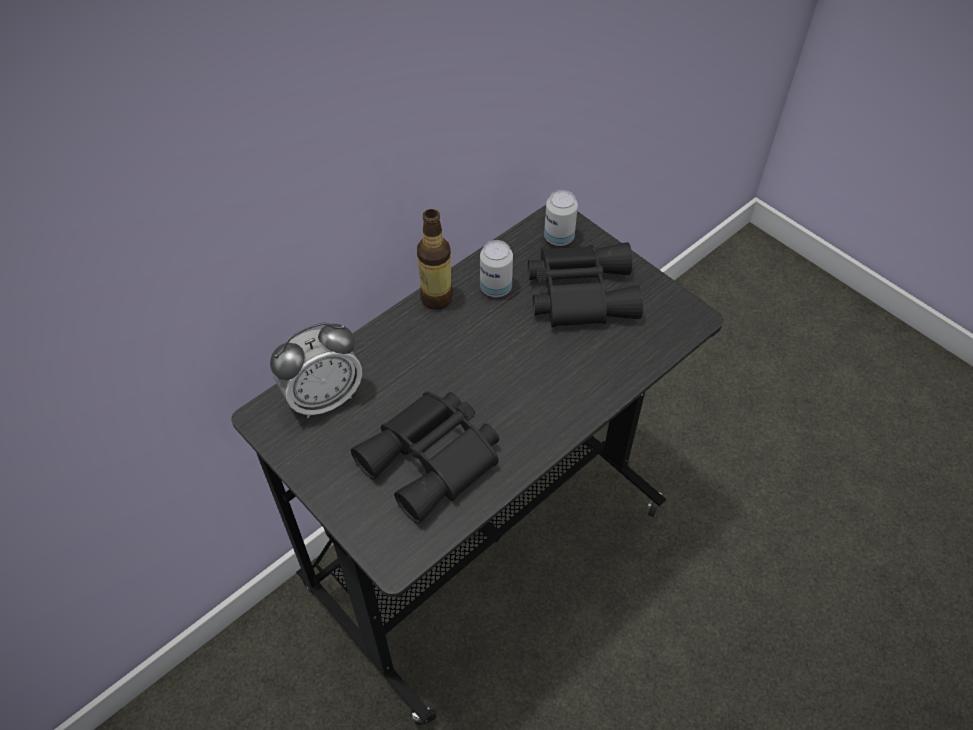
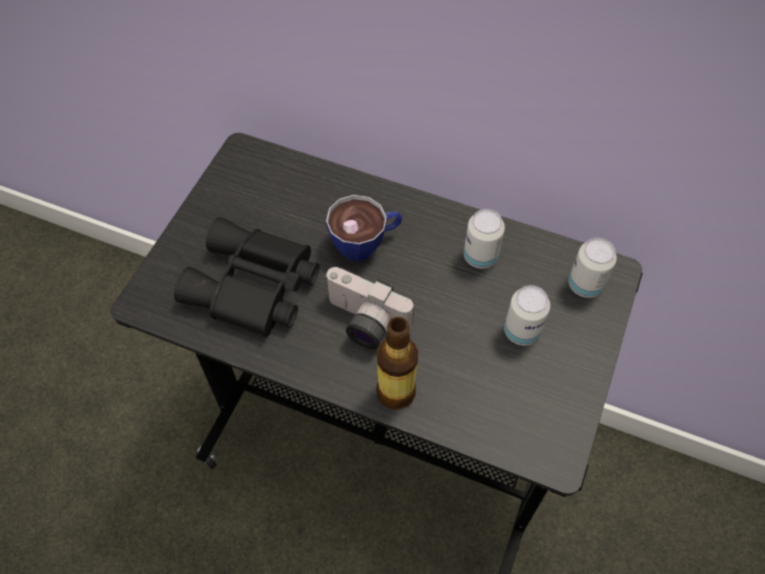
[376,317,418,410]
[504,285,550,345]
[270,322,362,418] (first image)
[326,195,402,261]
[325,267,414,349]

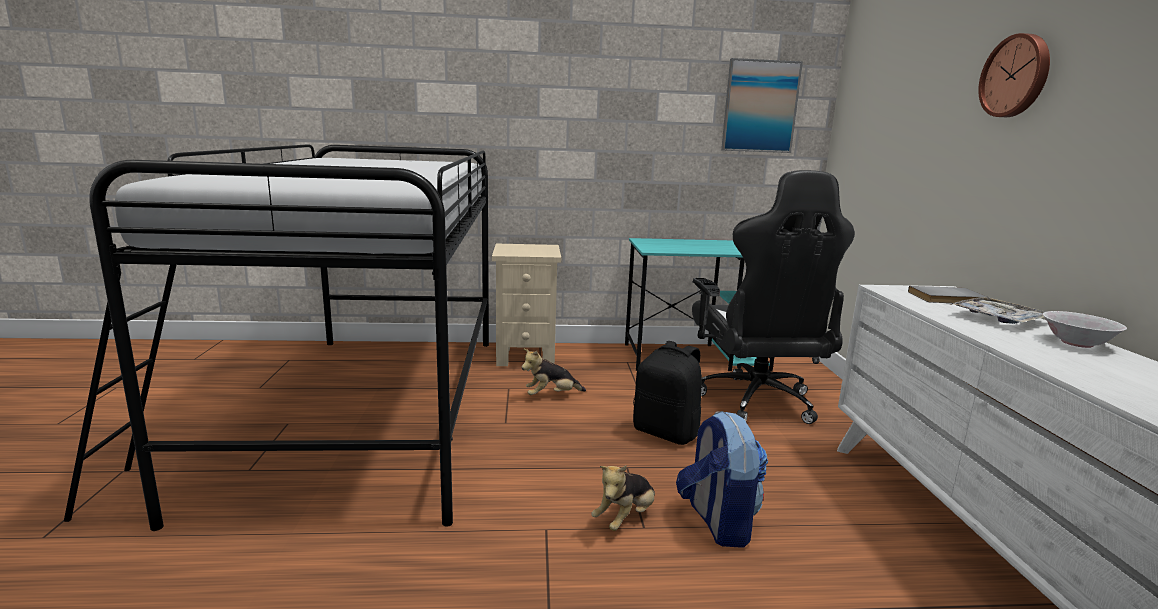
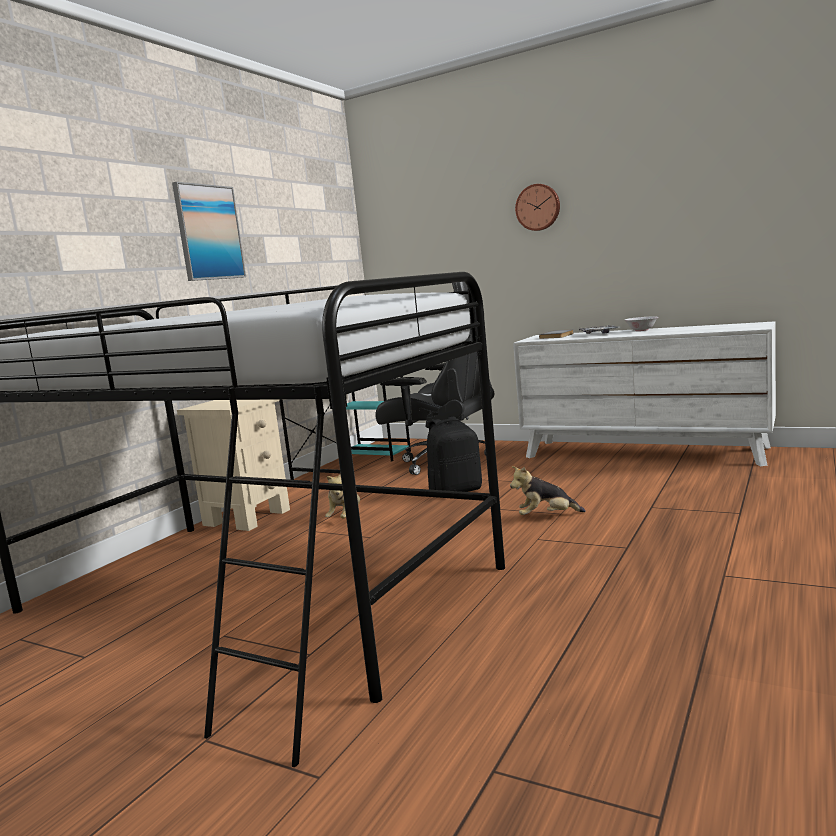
[172,182,246,281]
[676,411,768,548] (first image)
[510,466,586,515]

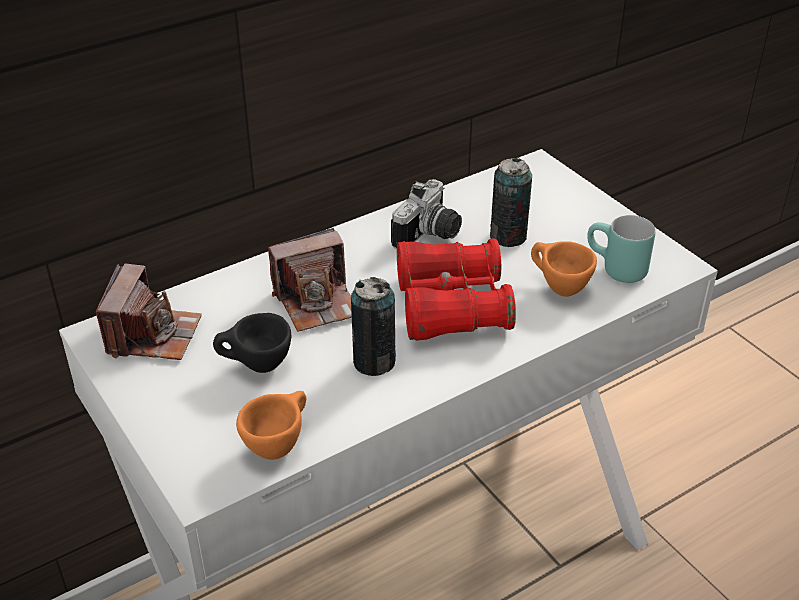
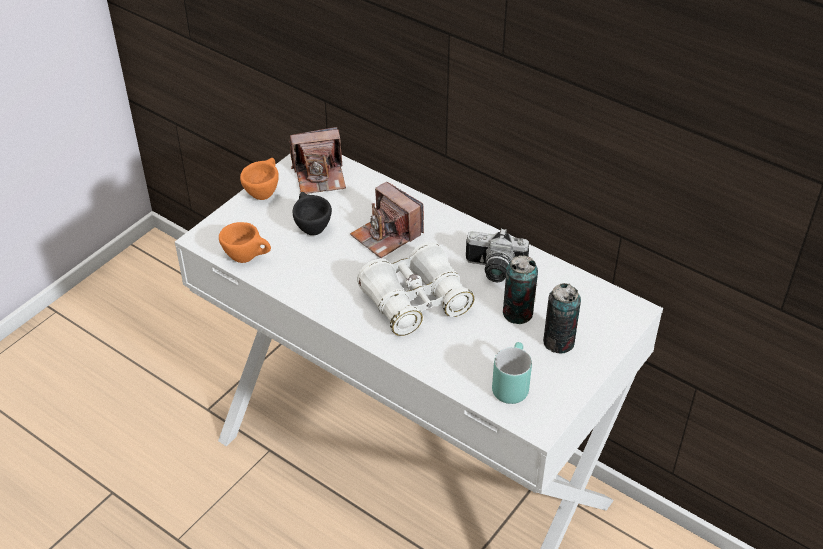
[357,242,474,336]
[240,158,279,200]
[543,283,581,353]

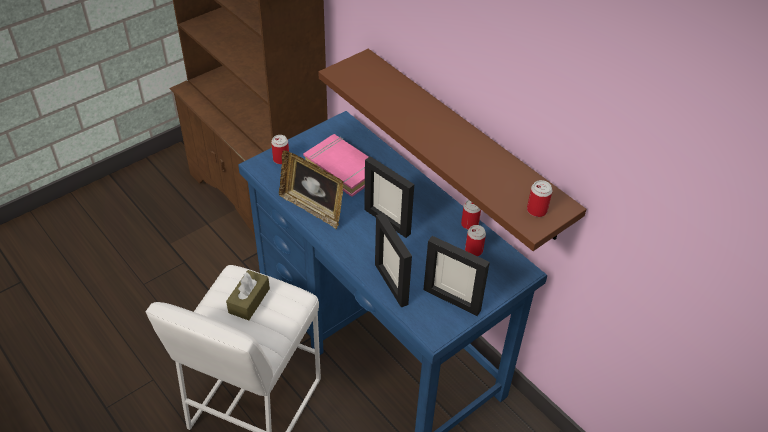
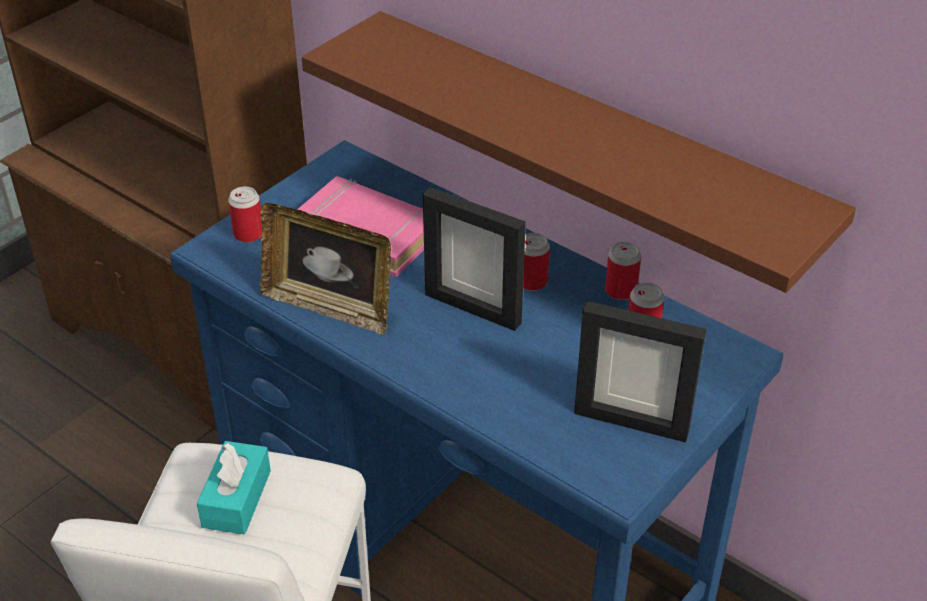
[523,233,550,291]
[375,213,412,307] (first image)
[197,441,271,534]

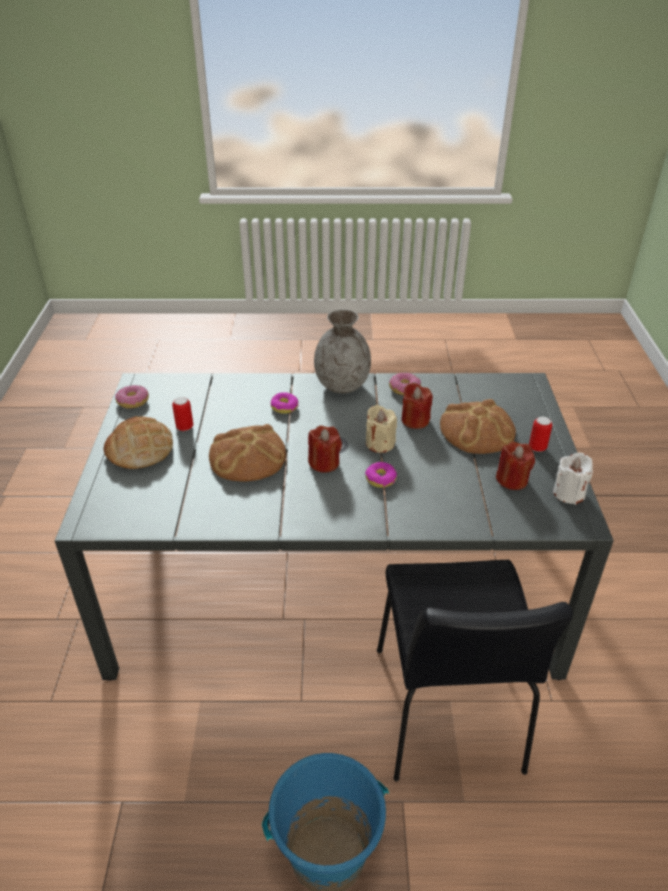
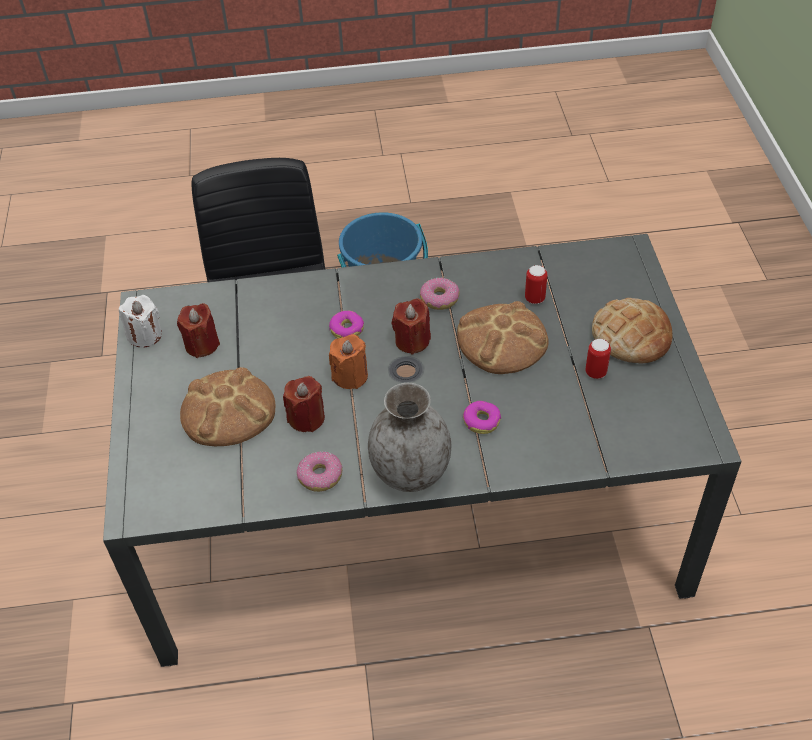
[420,278,459,310]
[329,334,368,389]
[525,265,547,304]

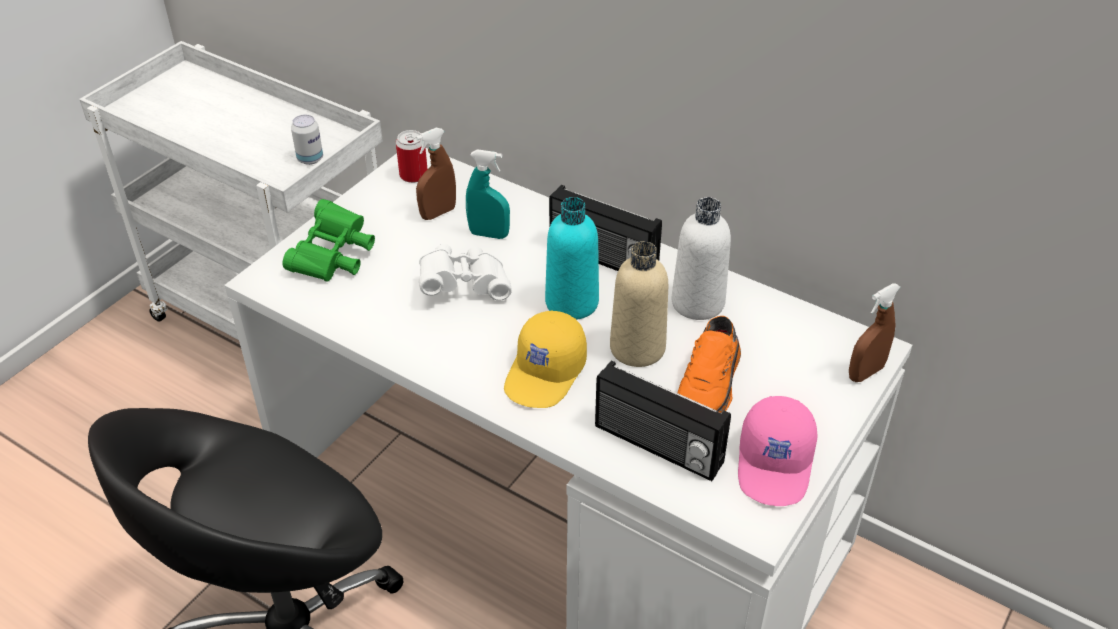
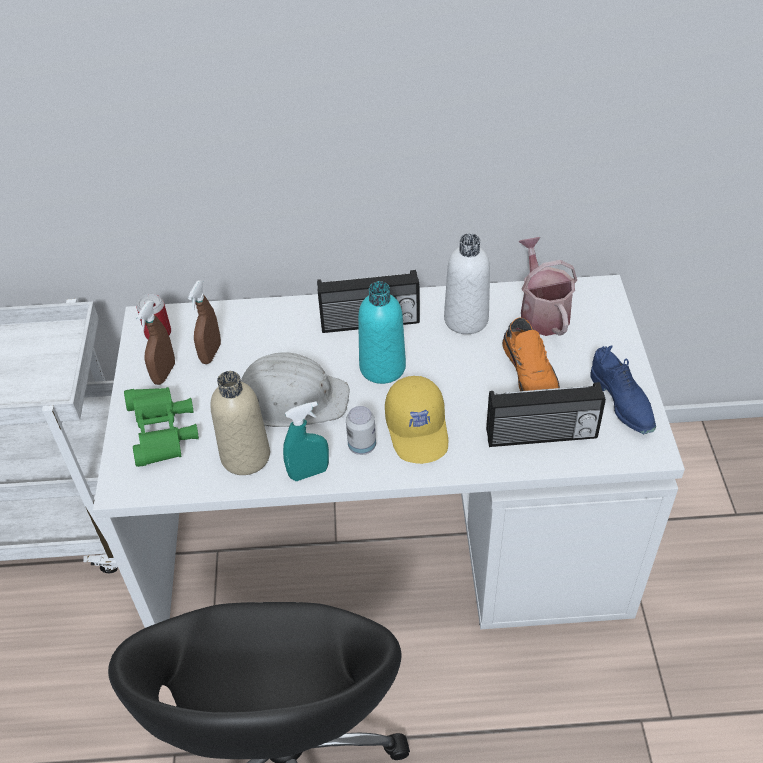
[346,406,376,455]
[283,401,329,481]
[210,371,270,475]
[241,353,350,427]
[136,300,175,385]
[590,345,656,434]
[519,237,577,336]

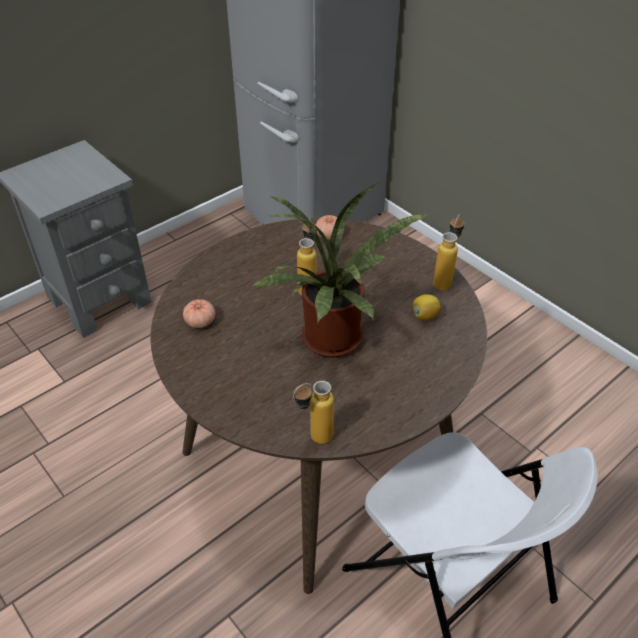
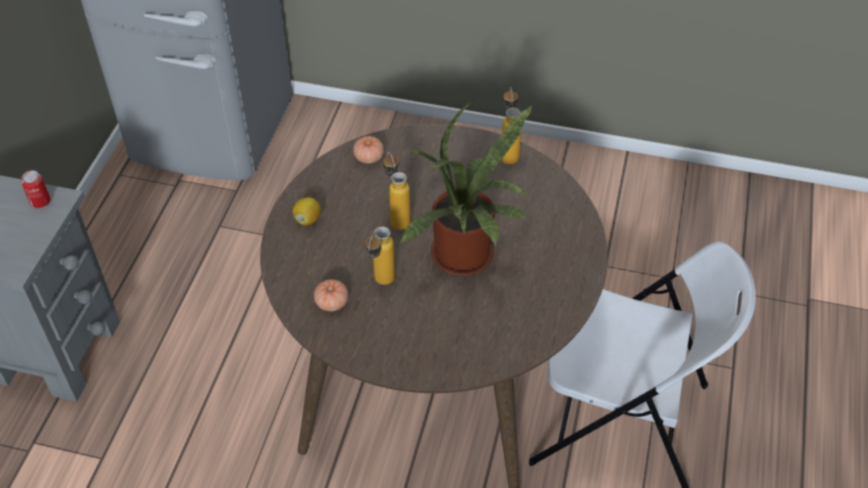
[292,197,321,225]
[365,227,395,285]
[21,171,50,208]

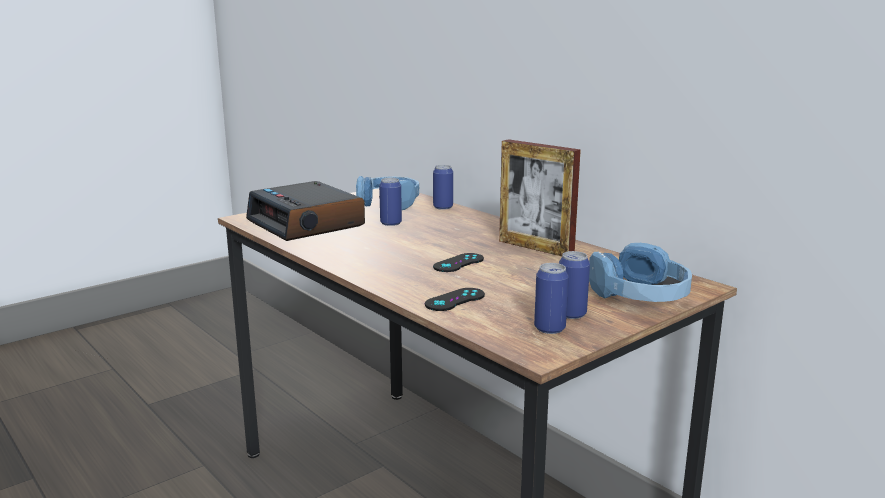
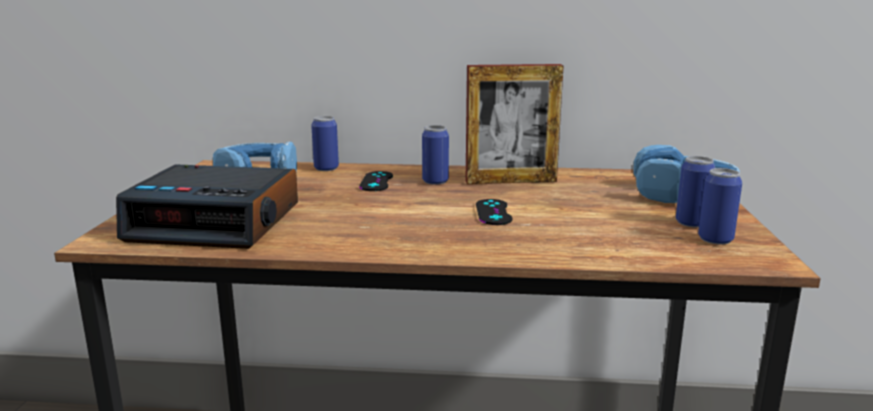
[422,125,449,185]
[359,171,393,191]

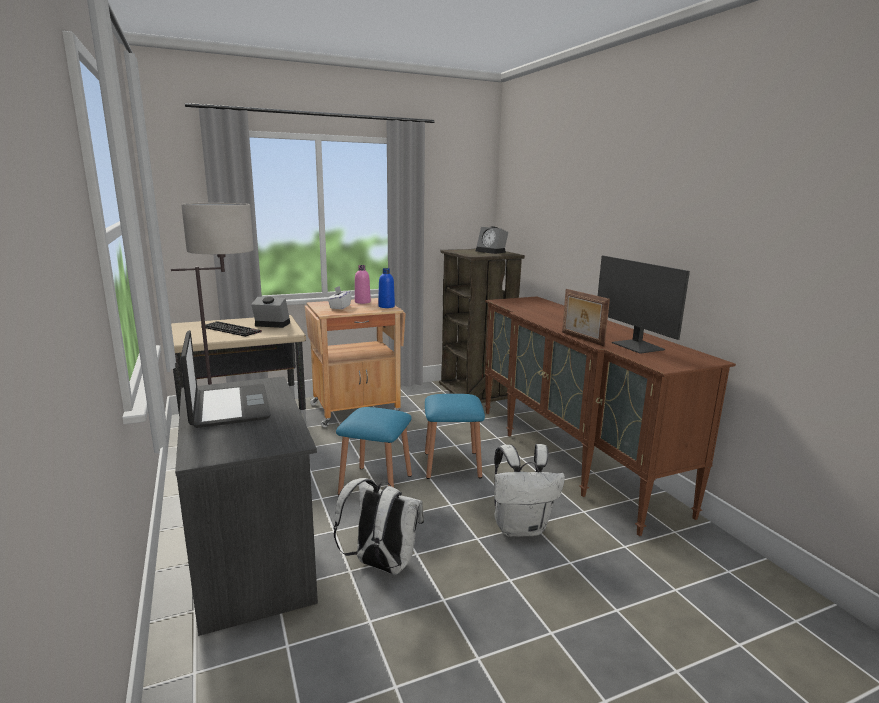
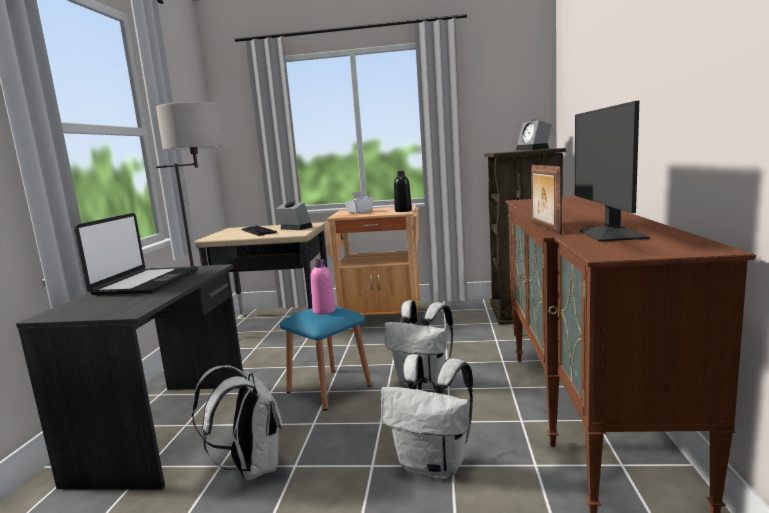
[310,259,336,314]
[394,171,412,212]
[384,300,453,389]

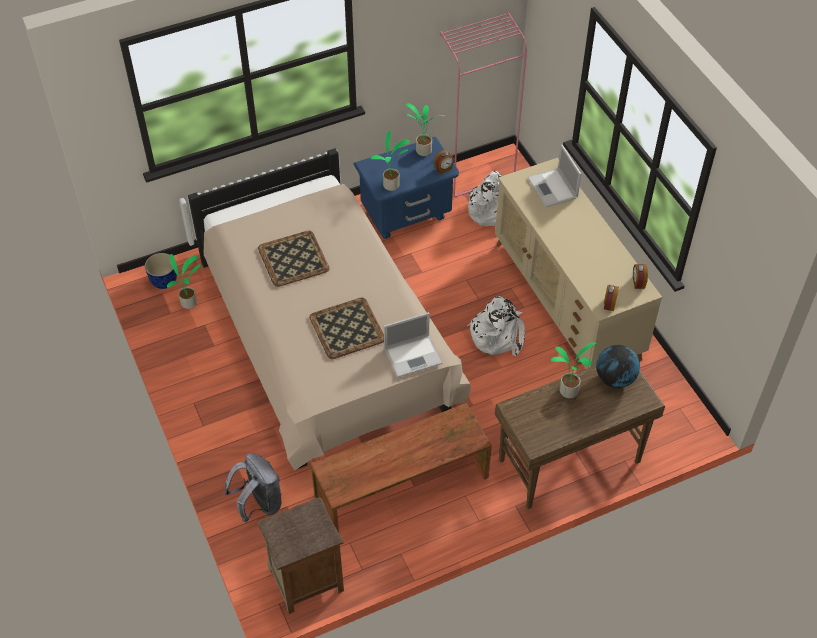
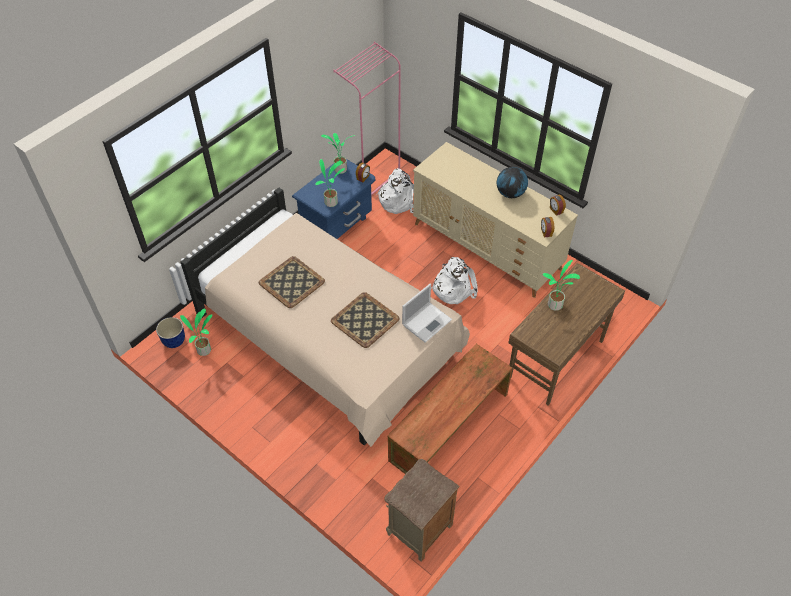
[528,145,581,207] (first image)
[497,167,528,198]
[225,453,282,522] (first image)

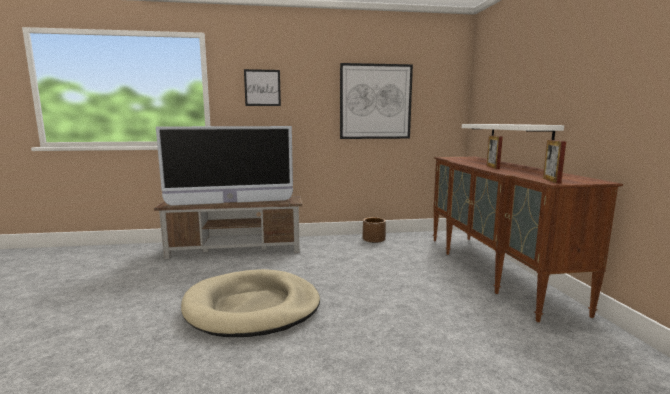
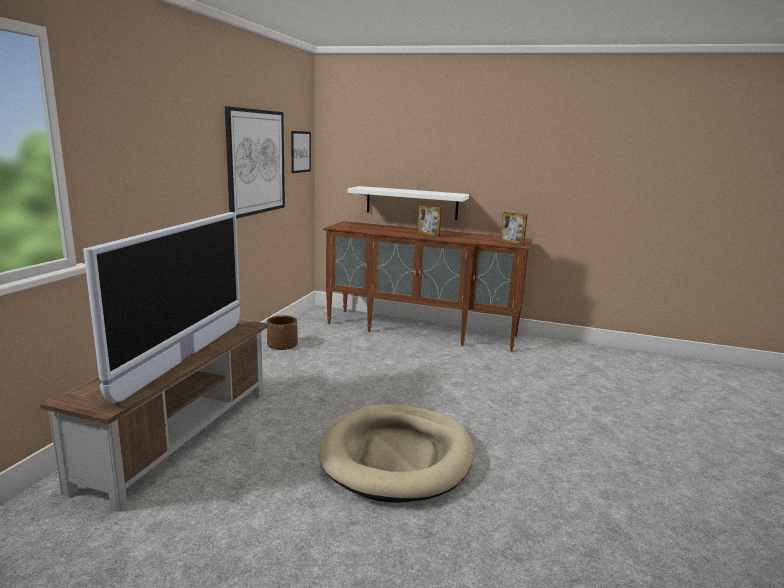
[291,131,311,173]

